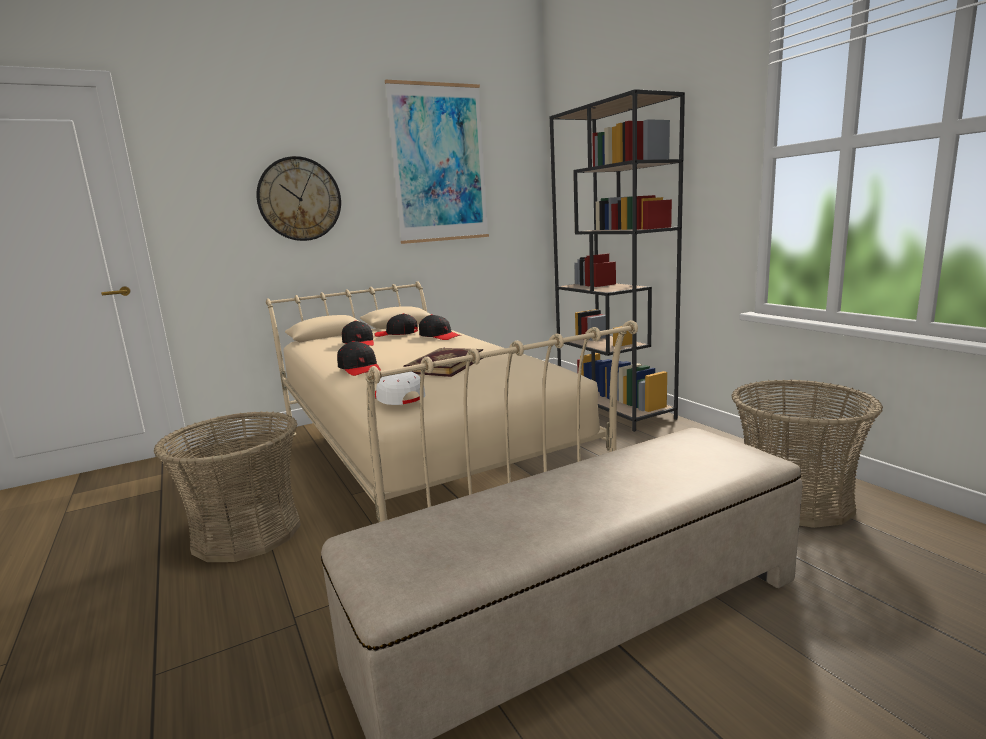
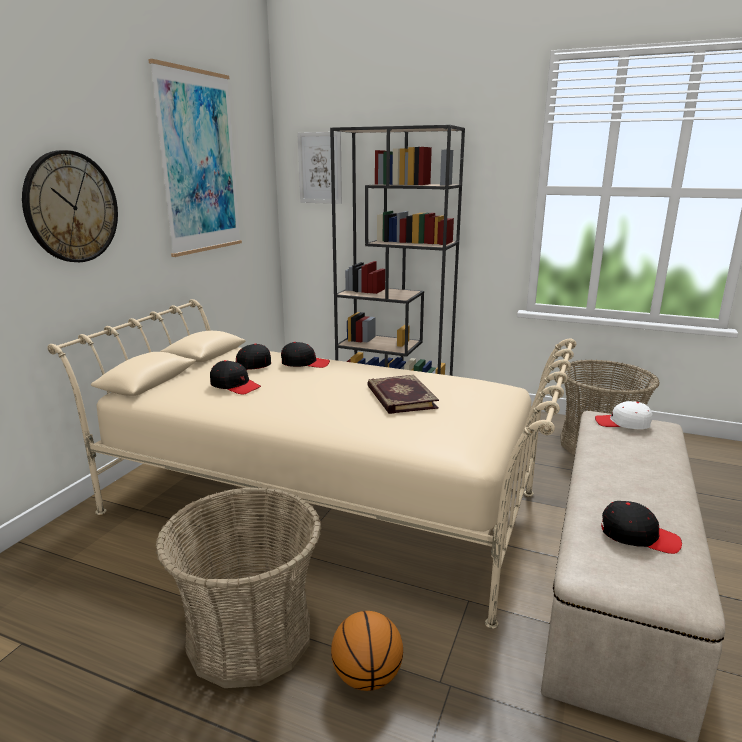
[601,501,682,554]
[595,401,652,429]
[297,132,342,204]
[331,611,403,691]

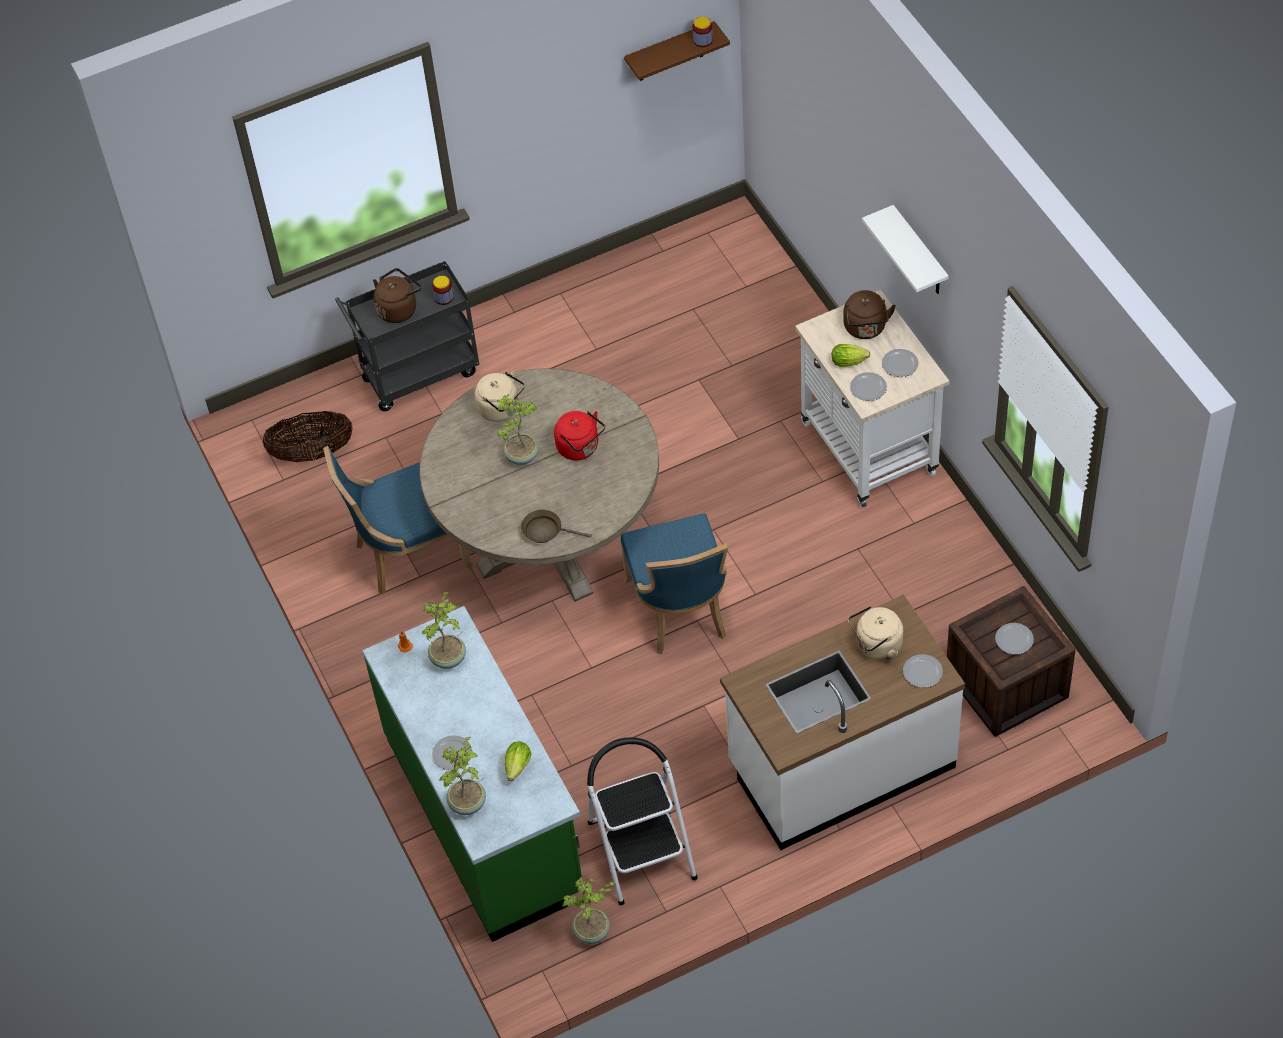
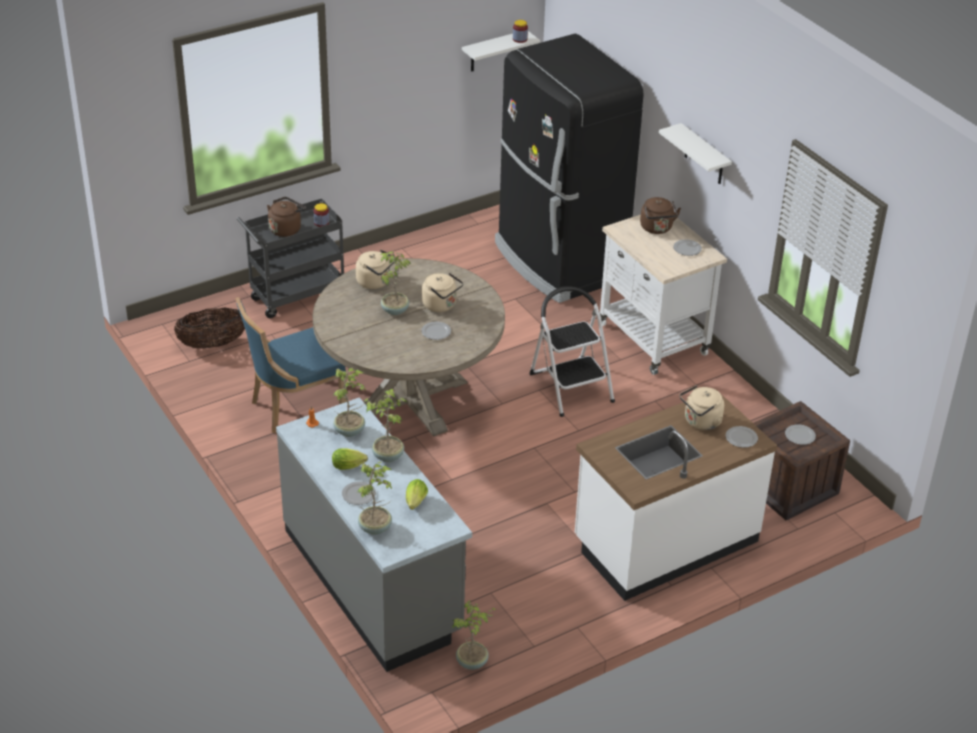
[462,31,540,72]
[332,449,368,470]
[421,322,451,340]
[422,273,463,312]
[521,510,592,543] (first image)
[620,514,728,654] (first image)
[276,397,472,672]
[529,286,615,417]
[495,34,643,303]
[364,389,407,462]

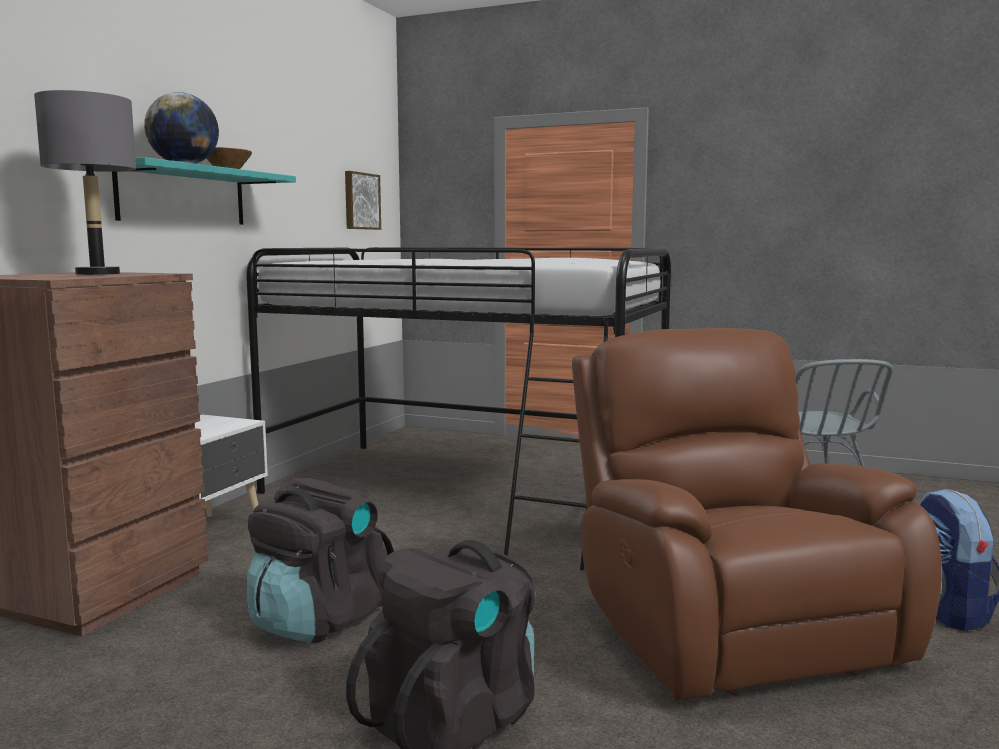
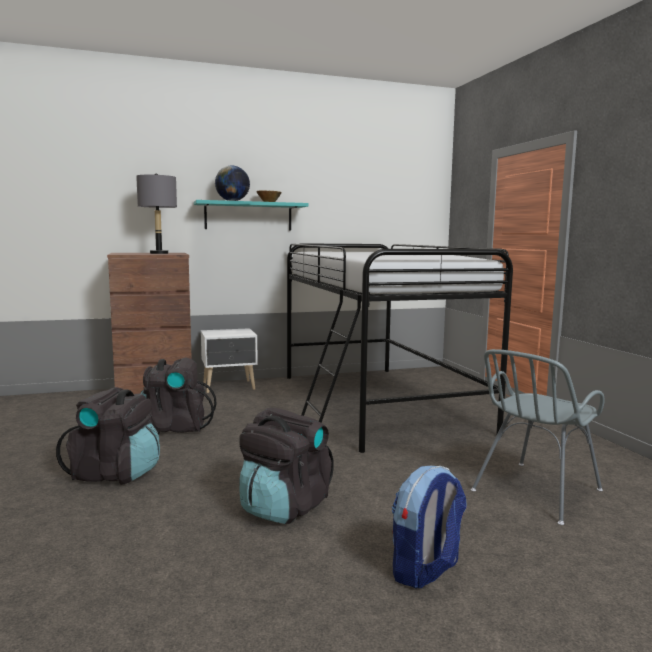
[345,171,381,230] (first image)
[239,408,334,524]

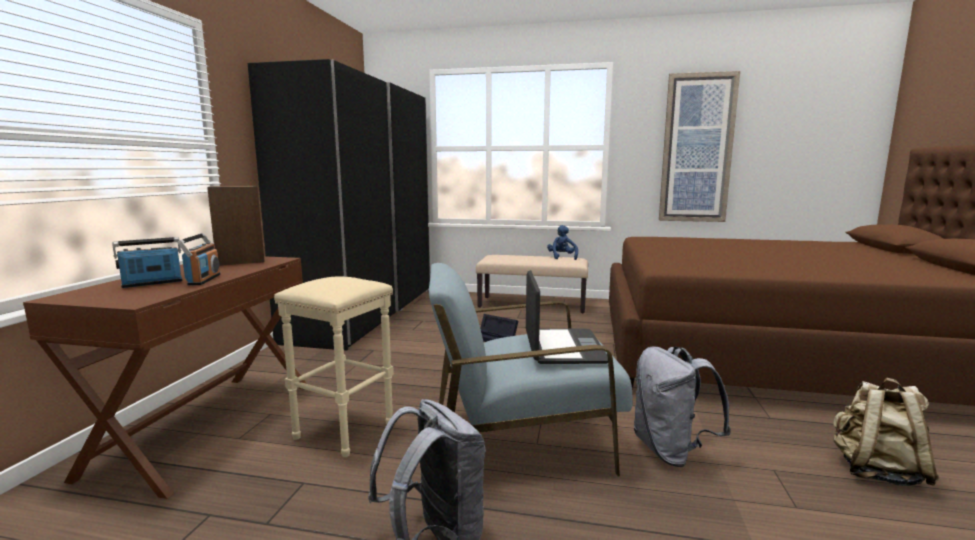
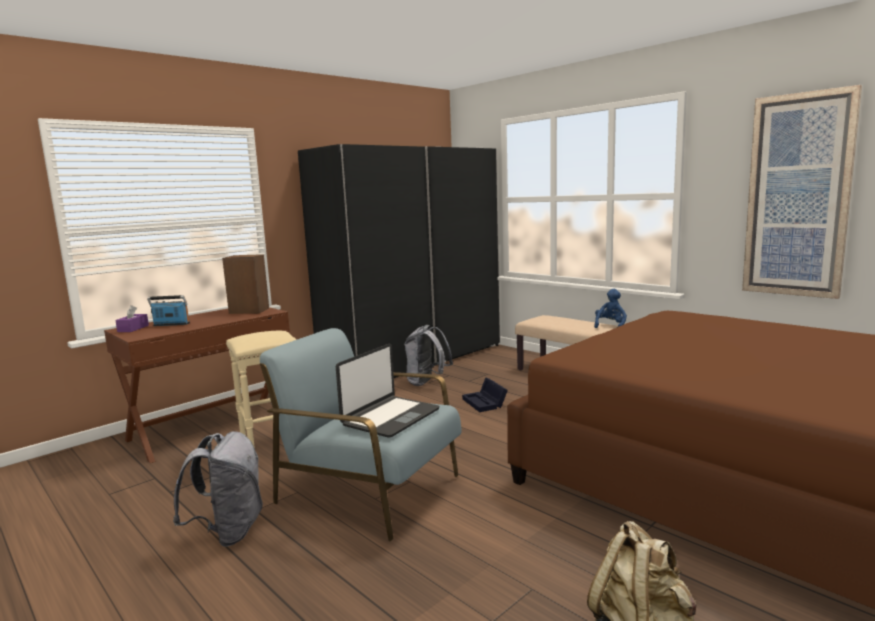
[177,233,220,286] (first image)
[404,325,453,386]
[115,305,149,332]

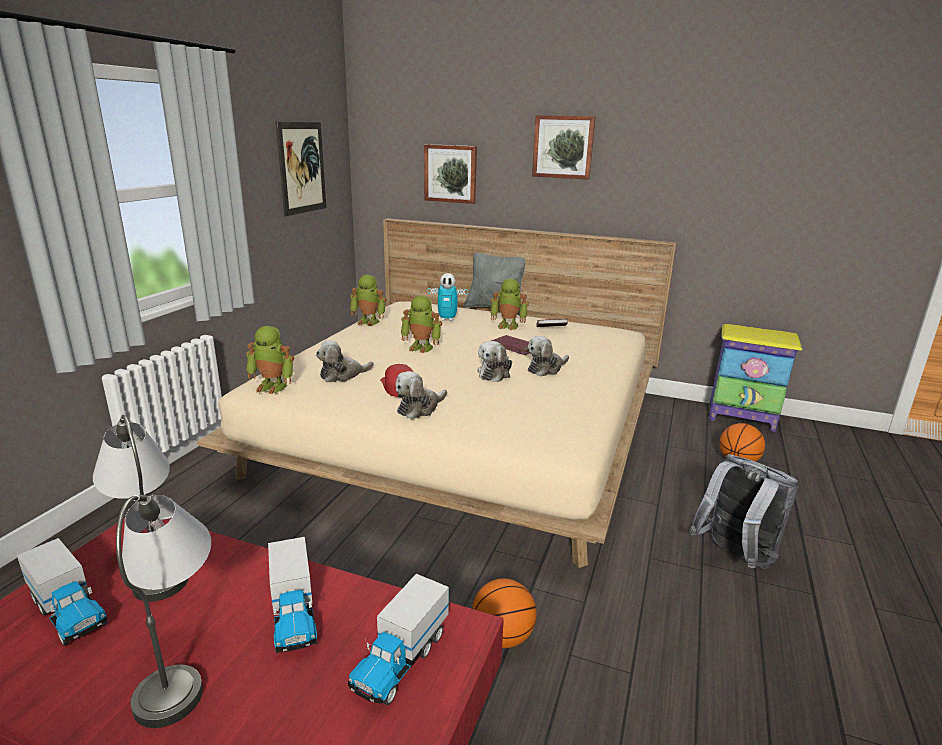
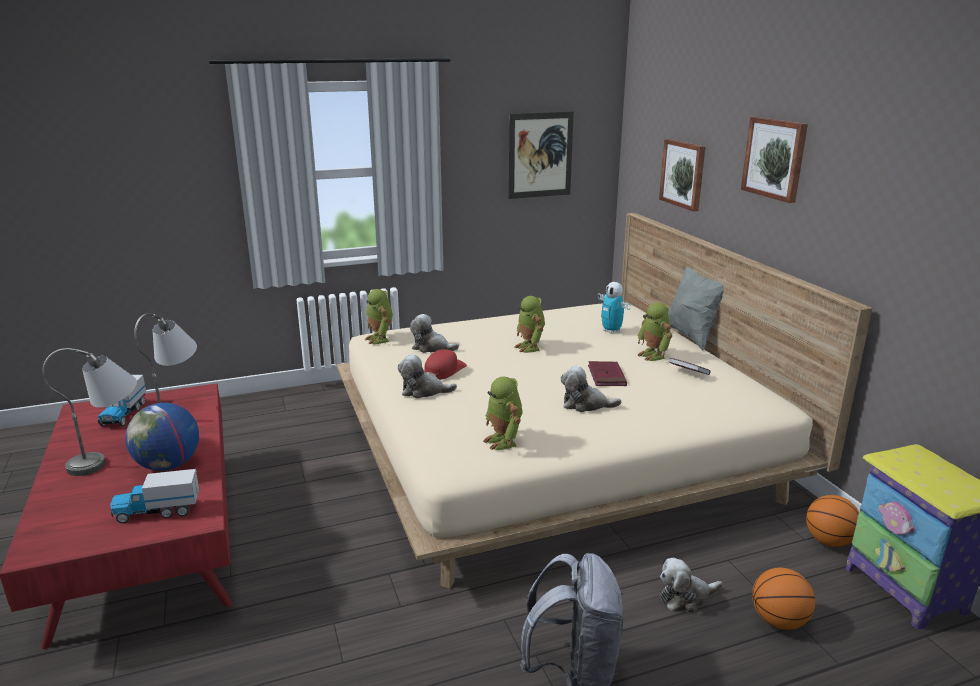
[483,377,522,450]
[660,558,723,612]
[125,403,199,471]
[806,495,859,547]

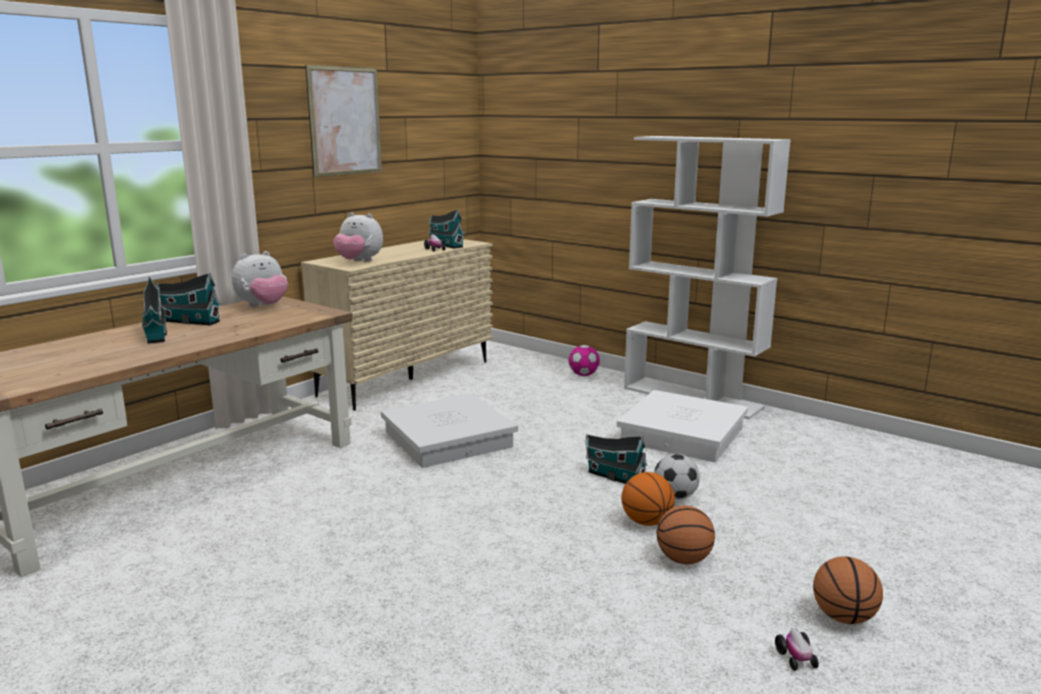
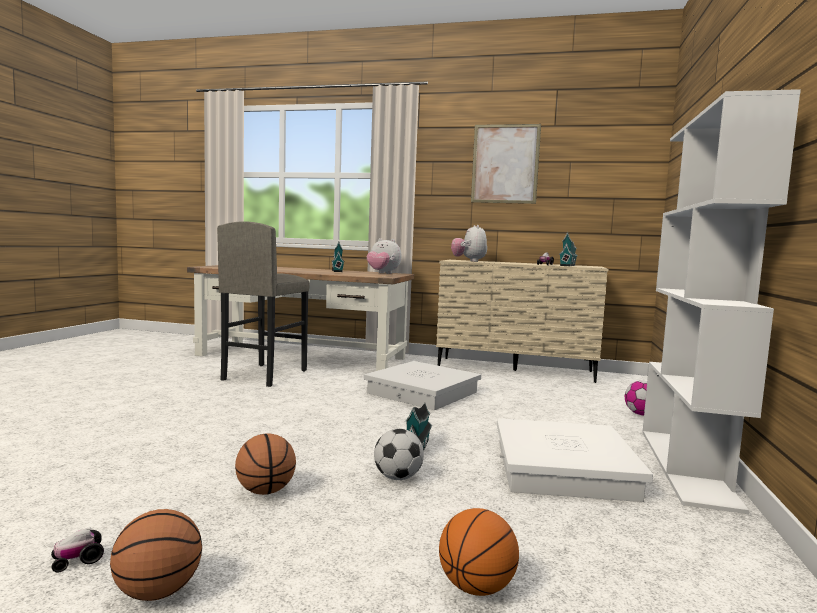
[141,276,167,344] (first image)
[439,508,519,596]
[217,221,310,387]

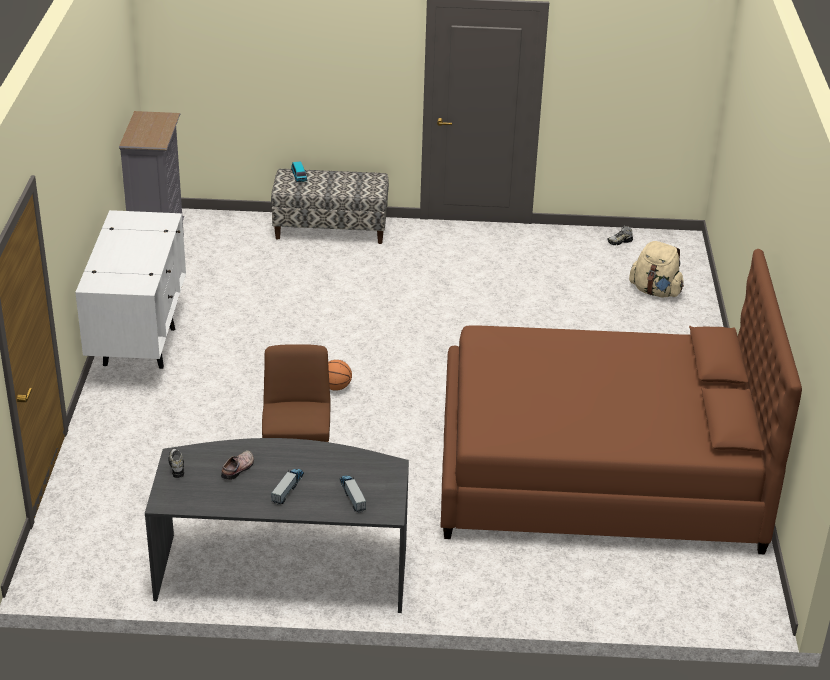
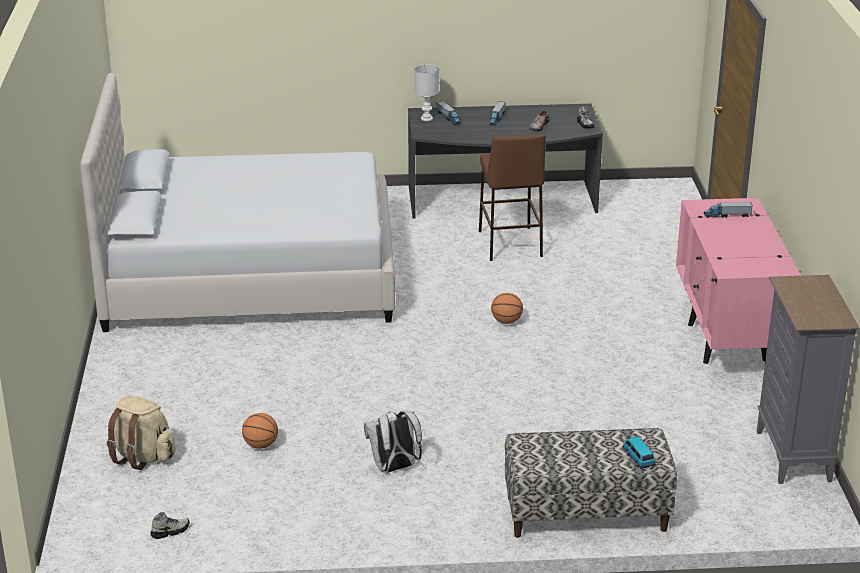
[676,198,801,364]
[80,73,395,332]
[414,64,439,121]
[704,202,753,218]
[364,411,422,473]
[242,413,278,449]

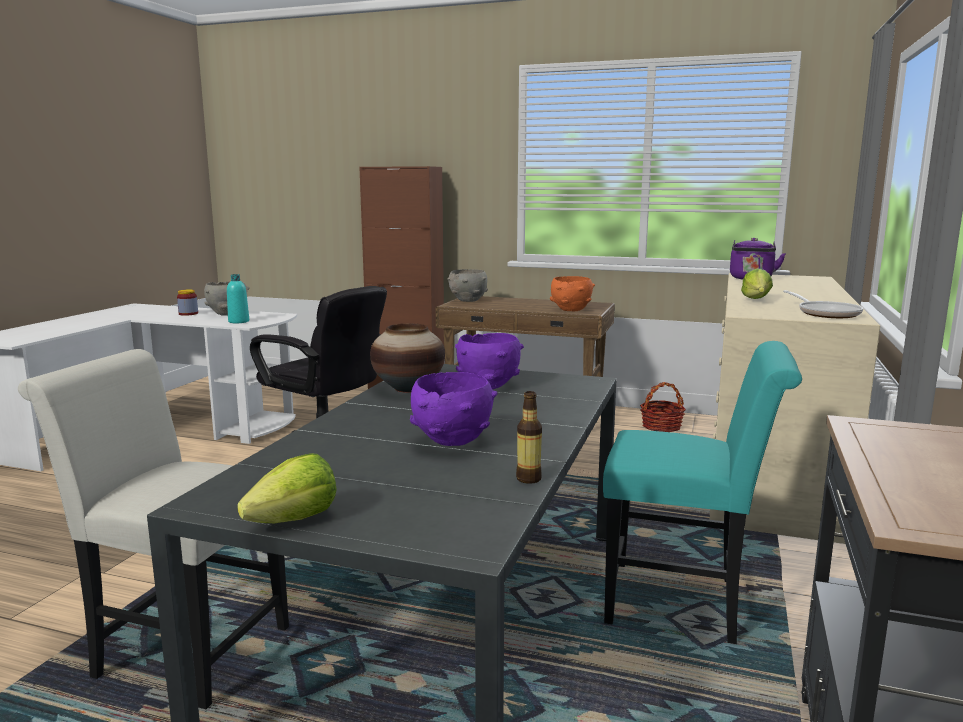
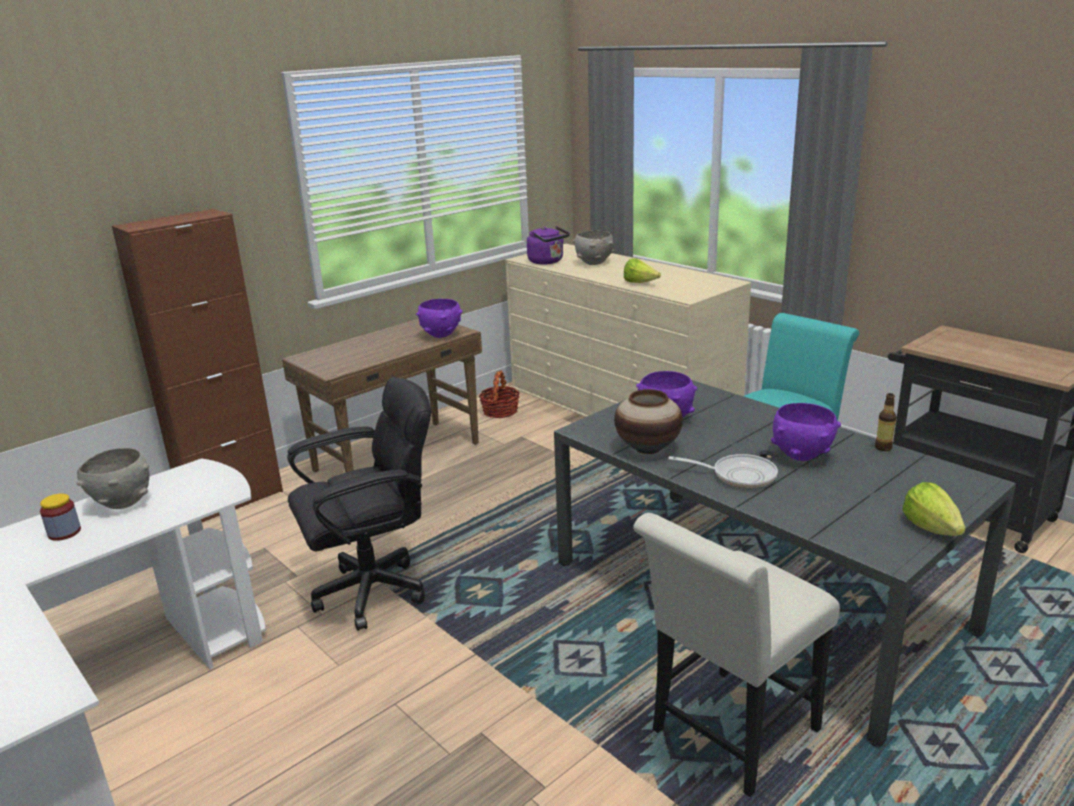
[573,230,614,265]
[227,274,249,323] (first image)
[416,299,463,338]
[668,454,778,488]

